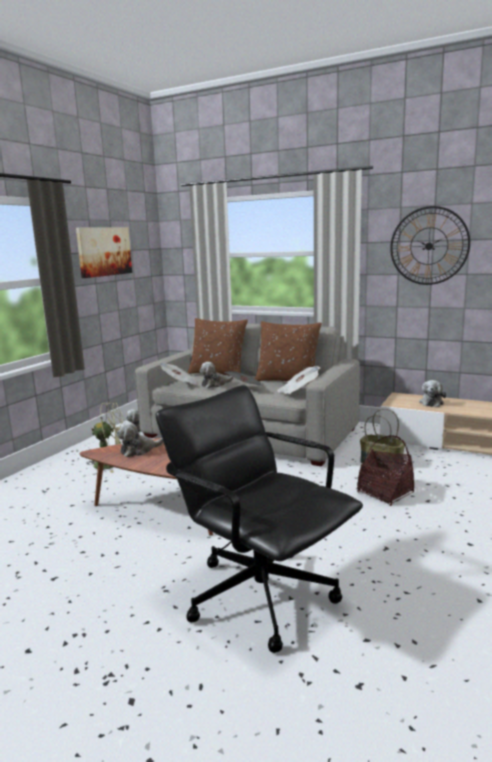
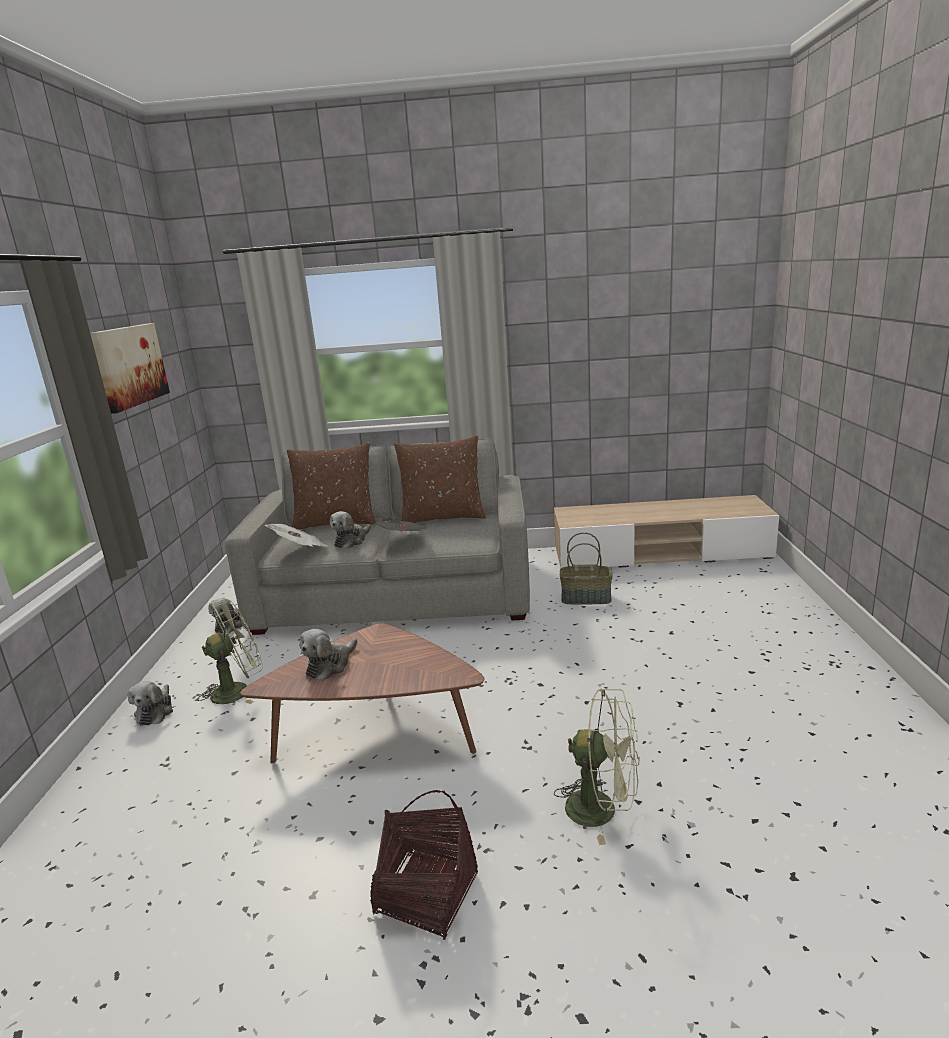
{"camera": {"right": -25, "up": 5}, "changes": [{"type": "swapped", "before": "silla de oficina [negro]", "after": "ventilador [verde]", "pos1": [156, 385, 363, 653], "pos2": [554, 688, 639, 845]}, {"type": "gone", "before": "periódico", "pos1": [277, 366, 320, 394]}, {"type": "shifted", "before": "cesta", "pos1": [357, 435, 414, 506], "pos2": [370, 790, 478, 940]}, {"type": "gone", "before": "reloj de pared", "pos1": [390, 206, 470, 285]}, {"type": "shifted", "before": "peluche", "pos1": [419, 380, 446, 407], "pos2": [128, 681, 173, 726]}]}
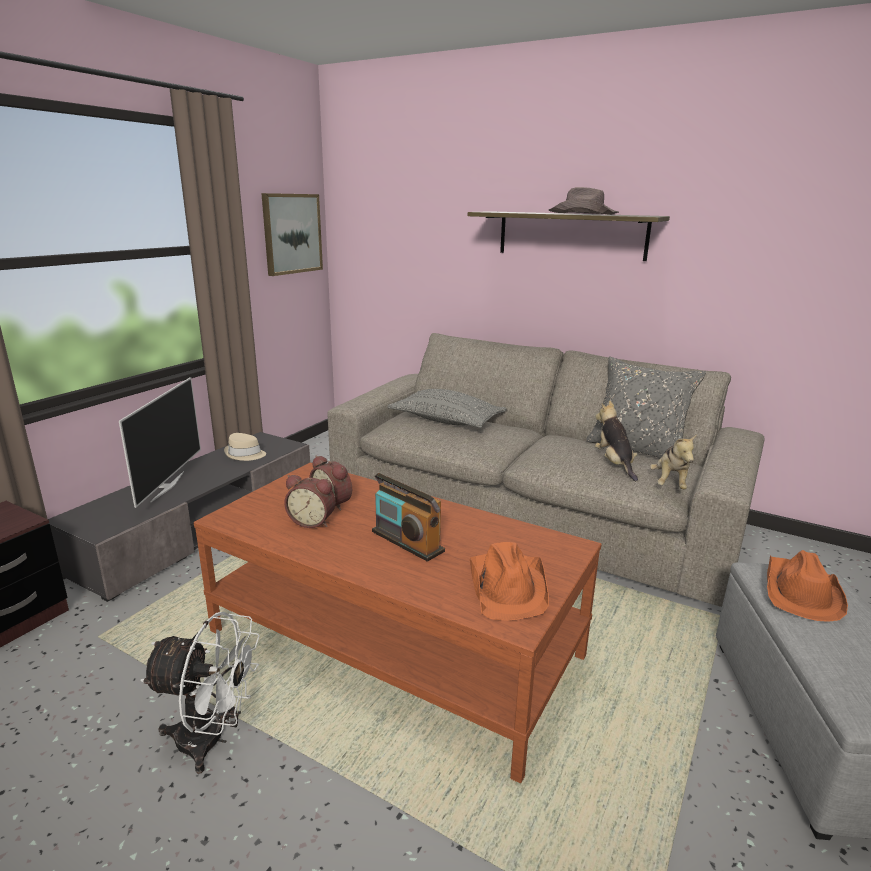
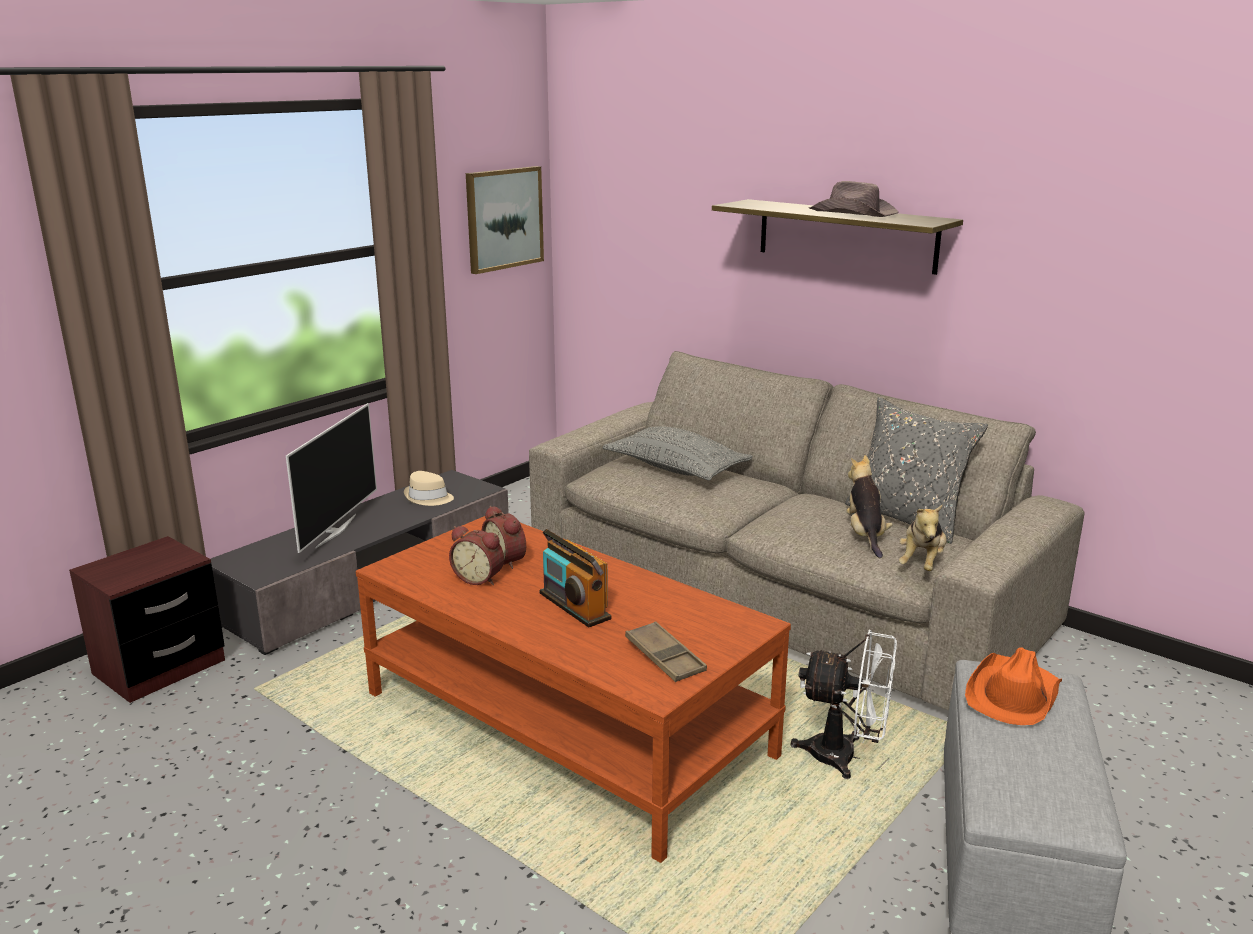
{"camera": {"right": 10, "up": 0}, "changes": [{"type": "shifted", "before": "ventilador [blanco]", "pos1": [140, 612, 260, 774], "pos2": [790, 630, 897, 779]}, {"type": "swapped", "before": "sombrero [naranja]", "after": "bandeja [marrón]", "pos1": [470, 542, 549, 620], "pos2": [625, 621, 707, 682]}]}
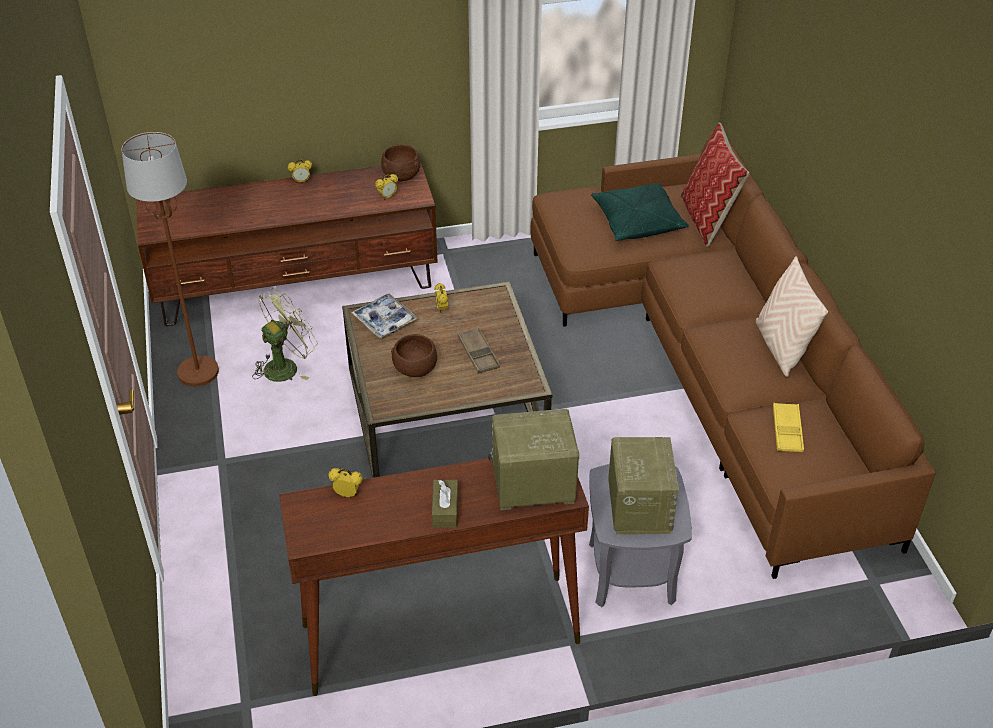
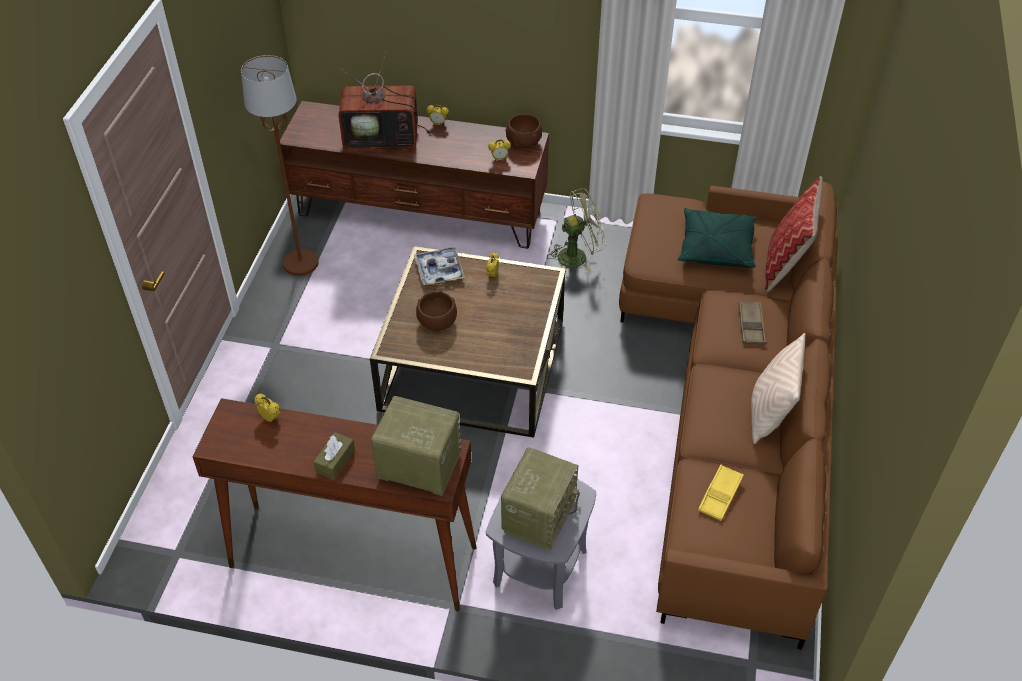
{"camera": {"right": 25, "up": 5}, "changes": [{"type": "shifted", "before": "ventilador [verde]", "pos1": [253, 288, 318, 382], "pos2": [547, 188, 606, 273]}, {"type": "shifted", "before": "bandeja [marrón]", "pos1": [458, 328, 500, 374], "pos2": [739, 301, 766, 344]}, {"type": "new", "after": "televisor", "pos2": [338, 51, 433, 151]}]}
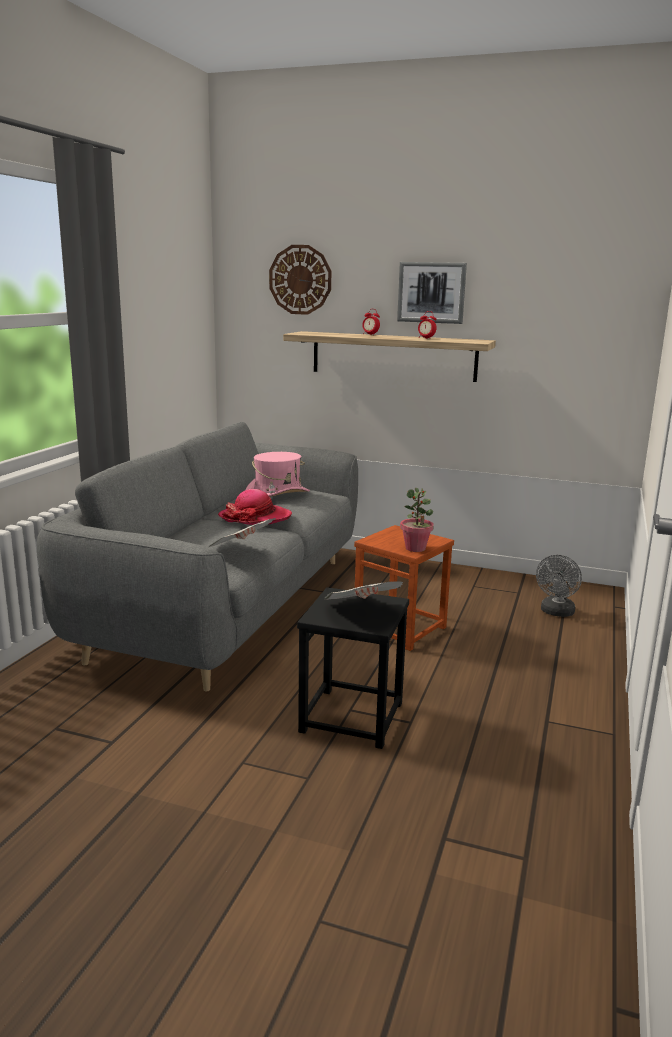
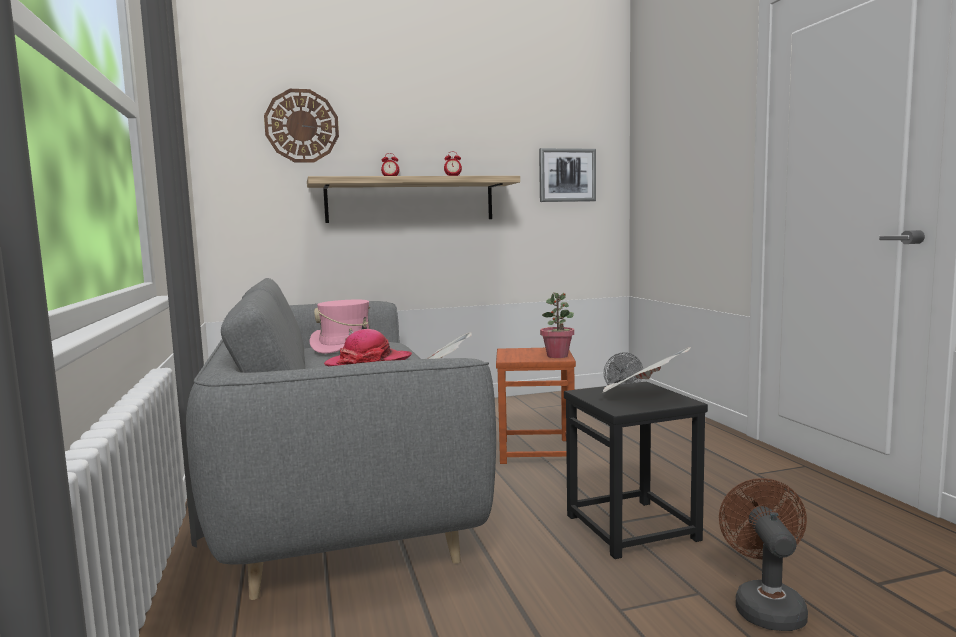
{"camera": {"right": -35, "up": -10}, "changes": [{"type": "shifted", "before": "cuadro", "pos1": [397, 262, 467, 324], "pos2": [539, 148, 596, 202]}, {"type": "new", "after": "ventilador [marrón]", "pos2": [719, 478, 808, 631]}]}
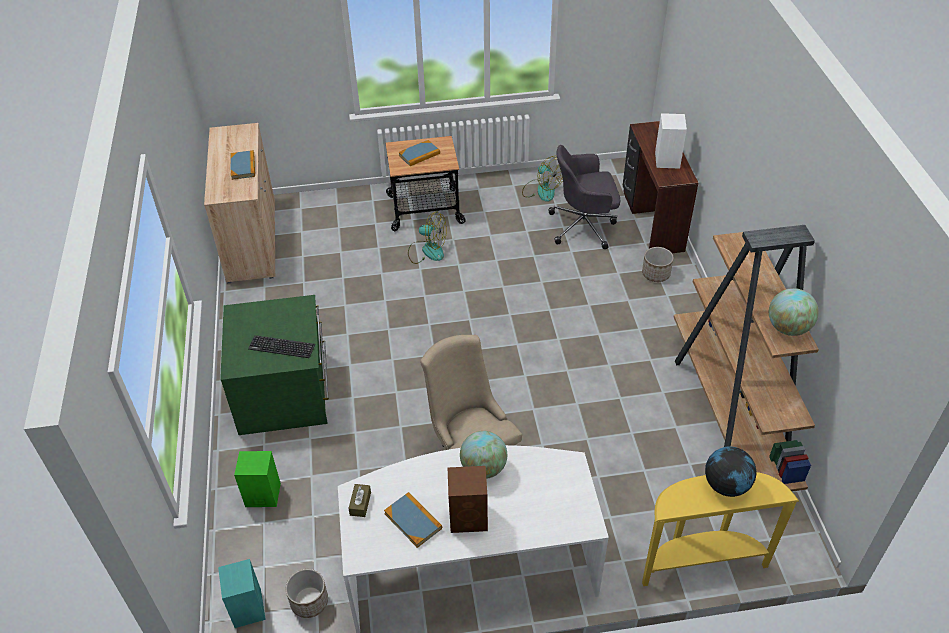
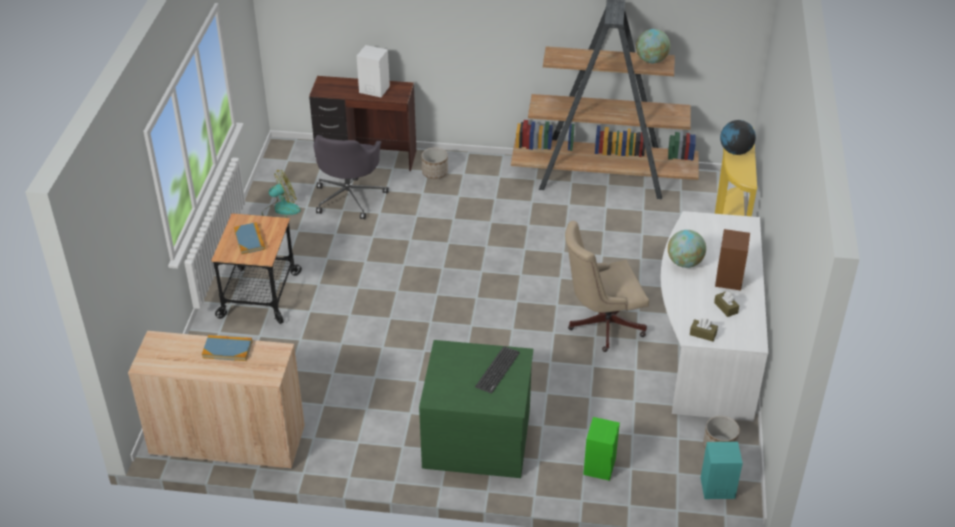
{"camera": {"right": -75, "up": -5}, "changes": [{"type": "swapped", "before": "libro", "after": "caja de pañuelos [marrón]", "pos1": [384, 492, 442, 548], "pos2": [714, 291, 739, 317]}, {"type": "gone", "before": "ventilador", "pos1": [408, 211, 447, 264]}]}
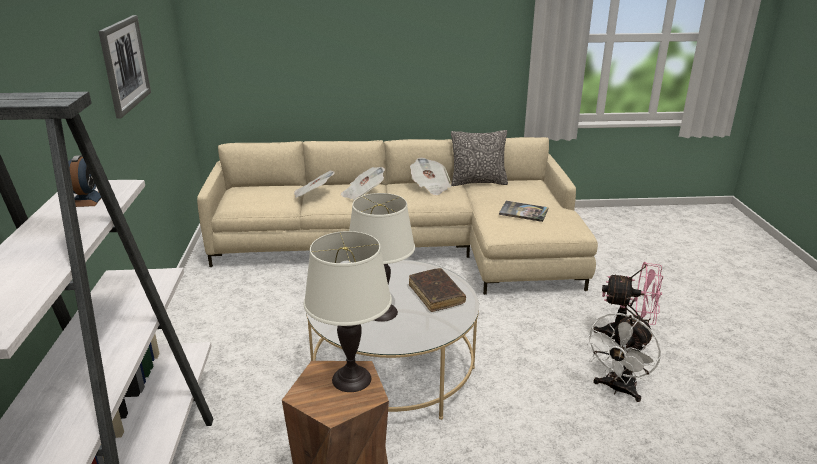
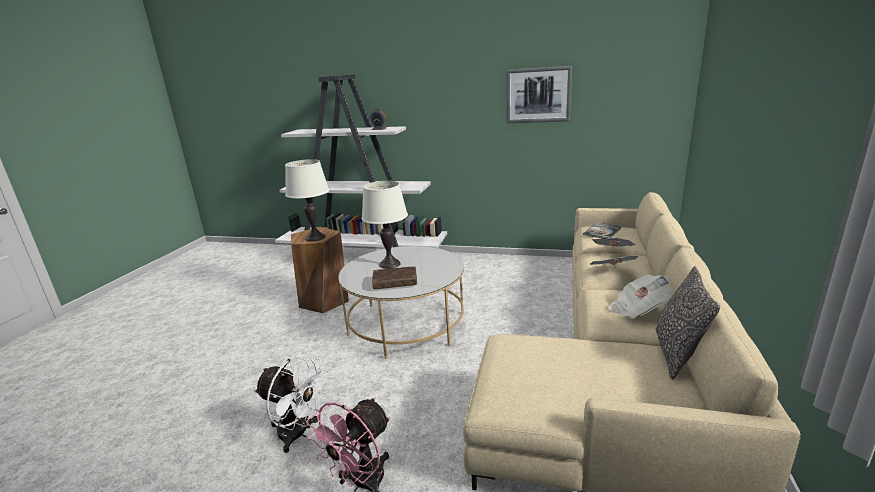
{"camera": {"right": 110, "up": -5}, "changes": [{"type": "shifted", "before": "libro", "pos1": [499, 201, 549, 222], "pos2": [583, 223, 622, 238]}, {"type": "rotated", "before": "ventilador [blanco]", "pos1": [584, 313, 661, 402], "pos2": [254, 354, 329, 453], "turn": 150}]}
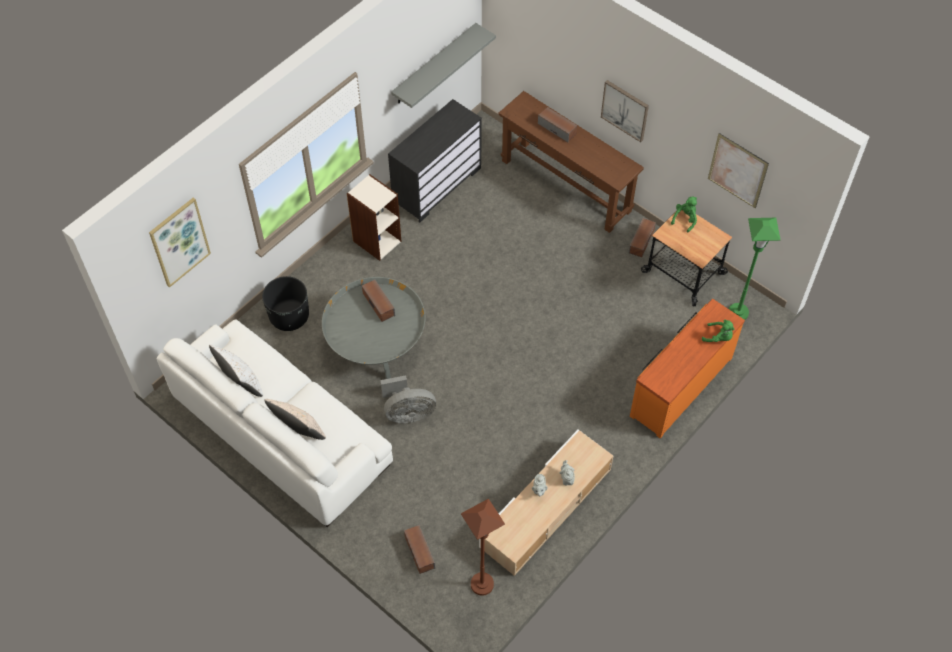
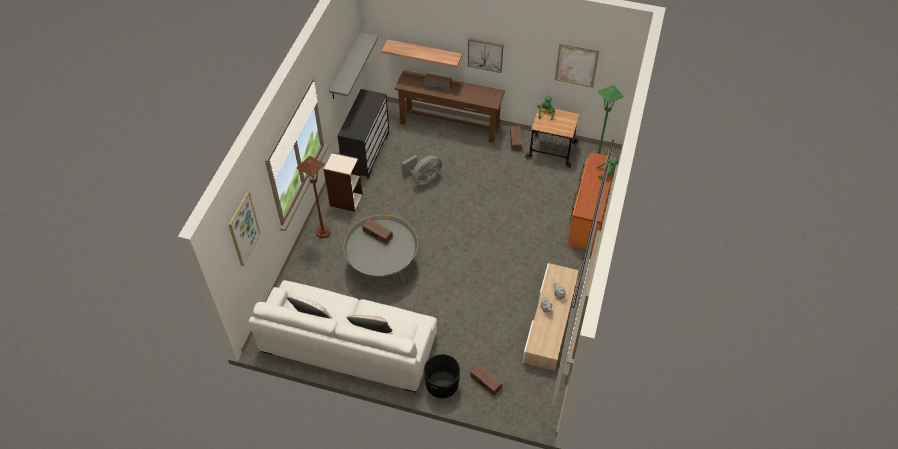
{"camera": {"right": -25, "up": -5}, "changes": [{"type": "shifted", "before": "maceta [negro]", "pos1": [262, 276, 309, 331], "pos2": [424, 354, 460, 398]}, {"type": "shifted", "before": "ventilador [gris]", "pos1": [380, 375, 436, 423], "pos2": [401, 155, 442, 185]}, {"type": "shifted", "before": "lámpara de pie [marrón]", "pos1": [461, 498, 505, 596], "pos2": [297, 156, 331, 238]}, {"type": "new", "after": "estante", "pos2": [382, 39, 462, 68]}]}
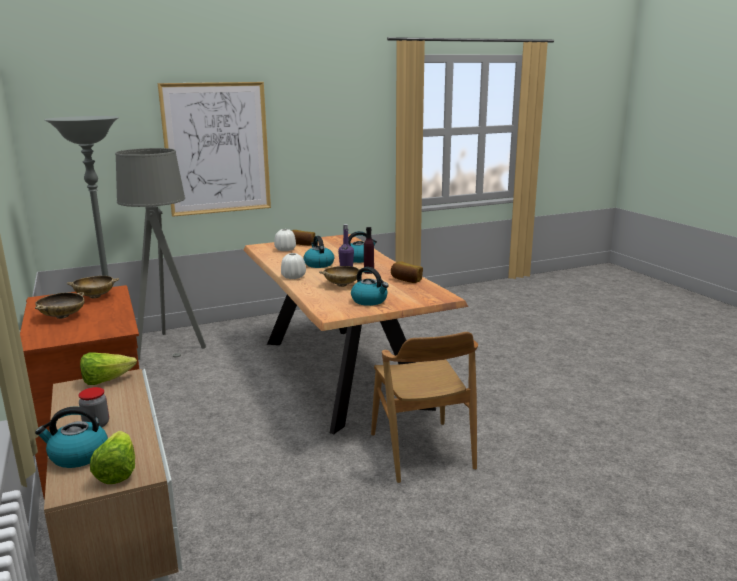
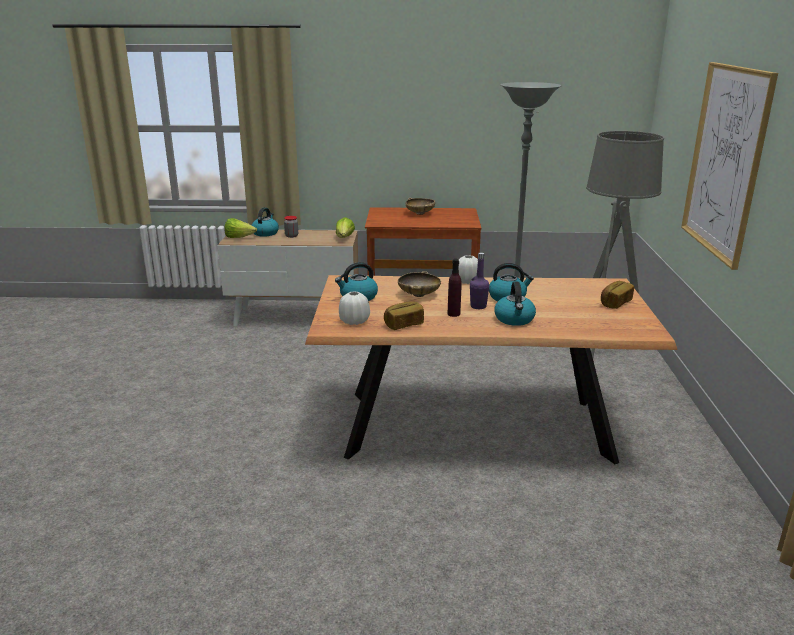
{"camera": {"right": 115, "up": 5}, "changes": [{"type": "gone", "before": "cuenco [beis]", "pos1": [67, 276, 119, 298]}, {"type": "shifted", "before": "florero [blanco]", "pos1": [274, 229, 296, 251], "pos2": [339, 291, 370, 325]}, {"type": "gone", "before": "silla [marrón]", "pos1": [371, 332, 478, 483]}]}
